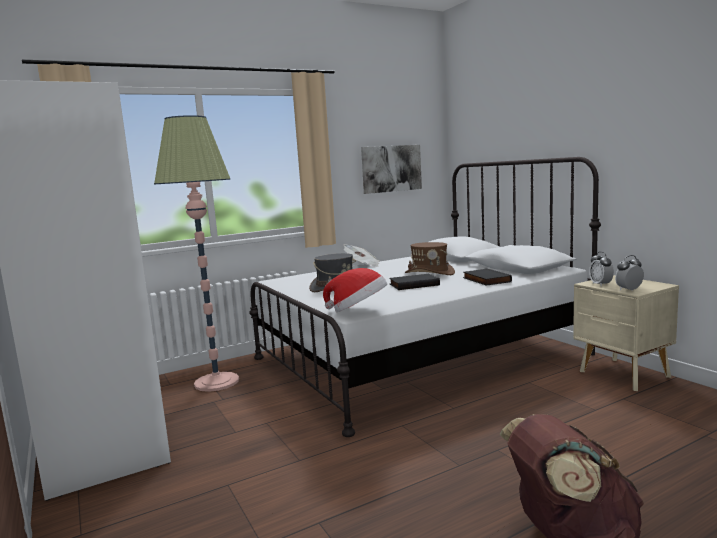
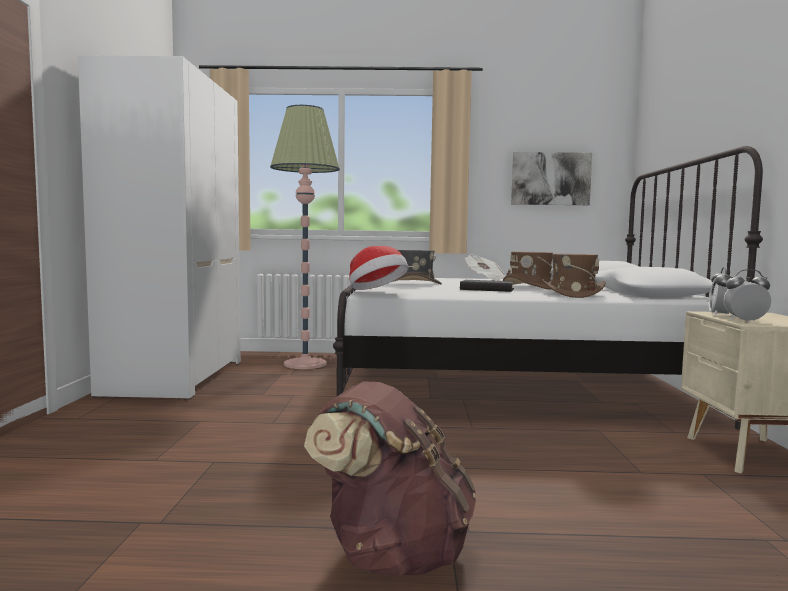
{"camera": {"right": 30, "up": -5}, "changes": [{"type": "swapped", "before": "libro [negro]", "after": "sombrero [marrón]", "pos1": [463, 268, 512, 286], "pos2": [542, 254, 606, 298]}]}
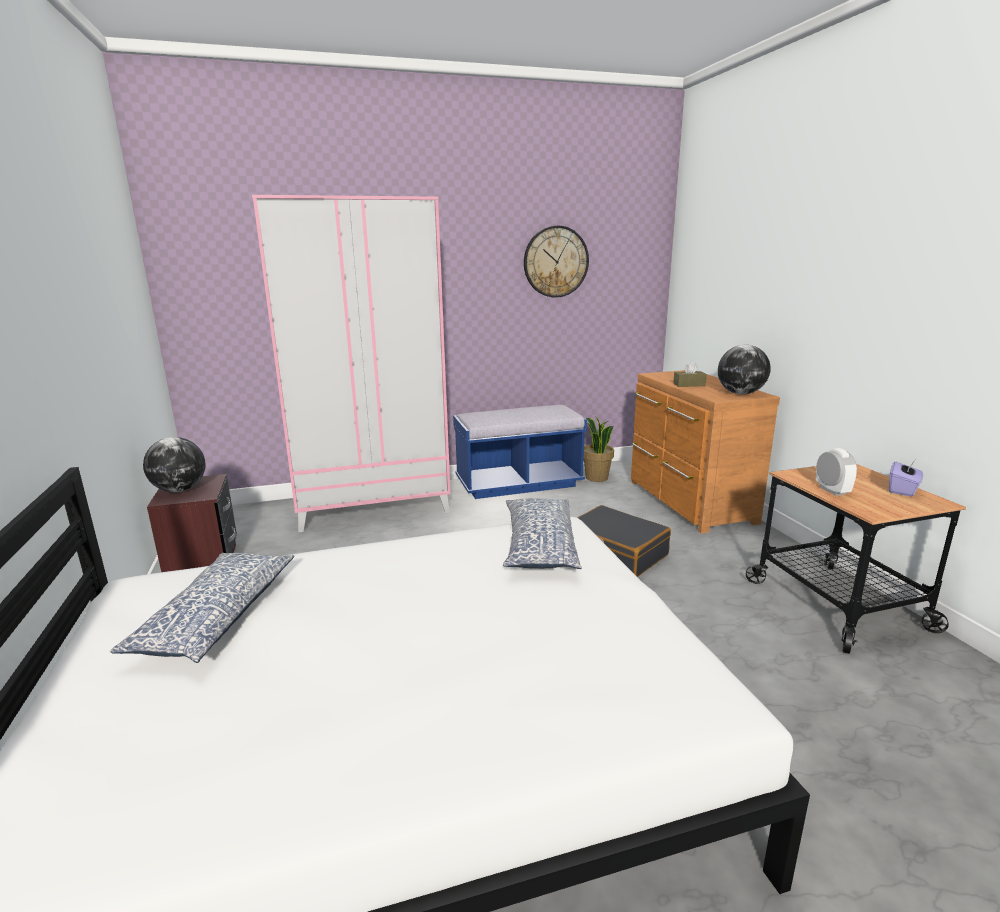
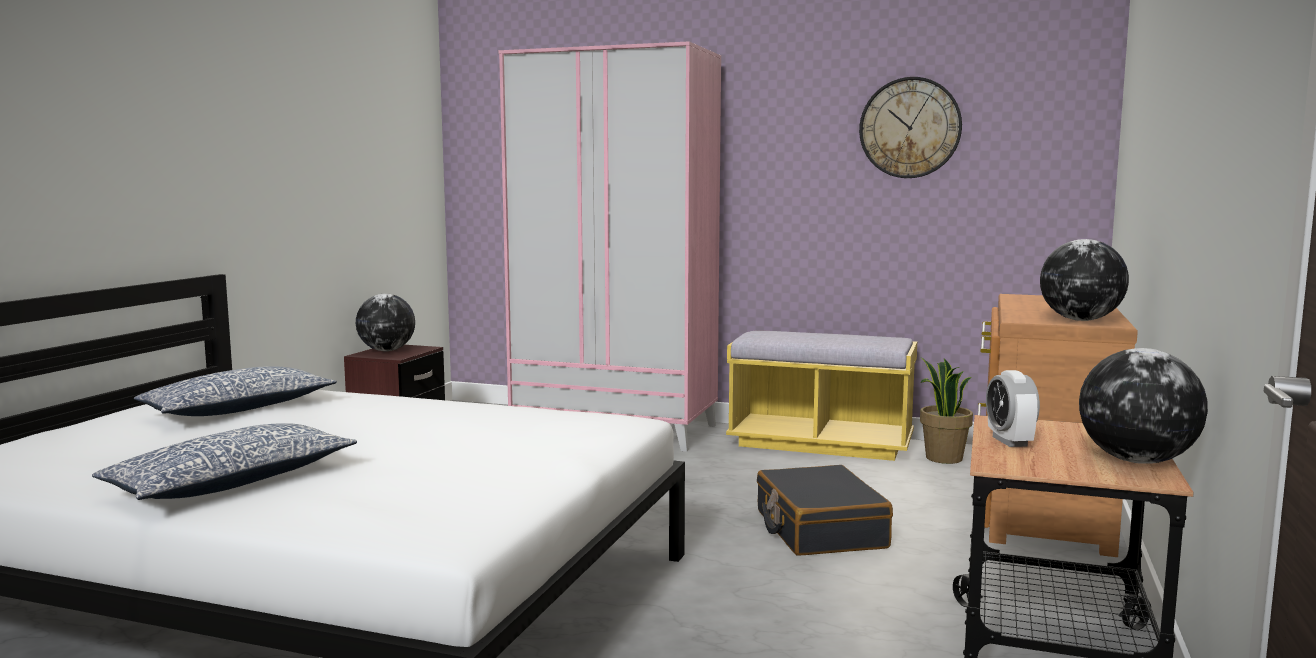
{"camera": {"right": 35, "up": -10}, "changes": [{"type": "repainted", "before": "banco [azul]", "after": "banco [amarillo]", "pos1": [453, 405, 587, 499], "pos2": [726, 331, 917, 461]}, {"type": "shifted", "before": "cojín", "pos1": [503, 498, 581, 569], "pos2": [92, 423, 357, 500]}, {"type": "gone", "before": "caja de pañuelos [marrón]", "pos1": [673, 361, 707, 387]}, {"type": "rotated", "before": "despertador", "pos1": [816, 448, 857, 496], "pos2": [986, 370, 1040, 447], "turn": 150}, {"type": "swapped", "before": "caja de pañuelos [morado]", "after": "globo terráqueo", "pos1": [889, 460, 923, 497], "pos2": [1079, 348, 1208, 464]}]}
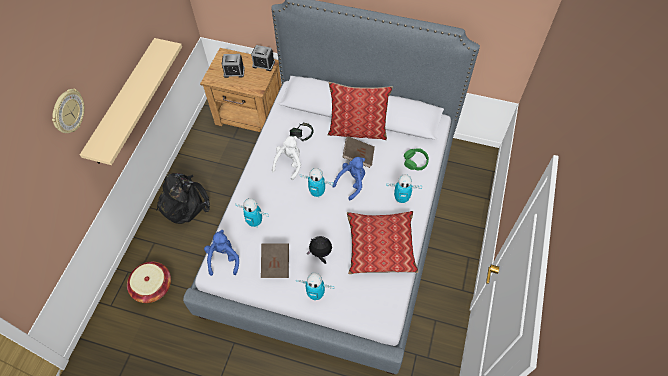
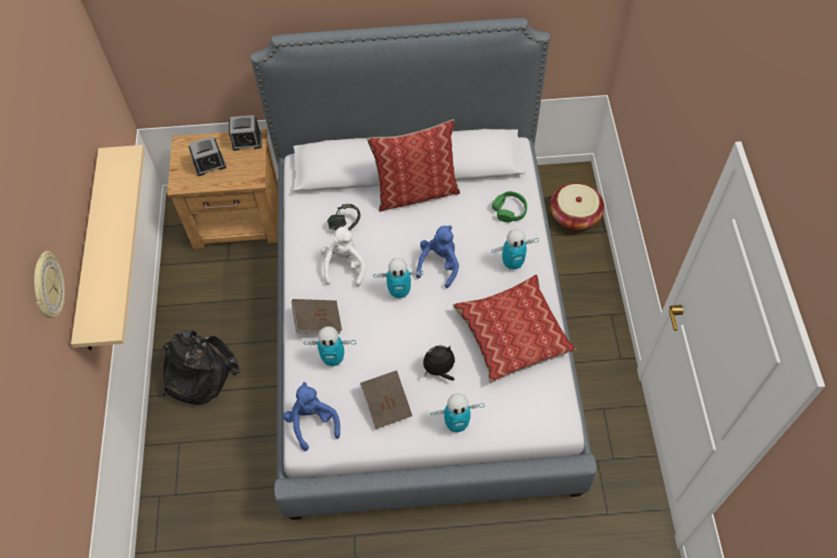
{"camera": {"right": -20, "up": 0}, "changes": [{"type": "shifted", "before": "cesta", "pos1": [127, 262, 171, 303], "pos2": [550, 183, 604, 230]}, {"type": "shifted", "before": "libro [marrón]", "pos1": [342, 136, 375, 168], "pos2": [292, 299, 342, 334]}]}
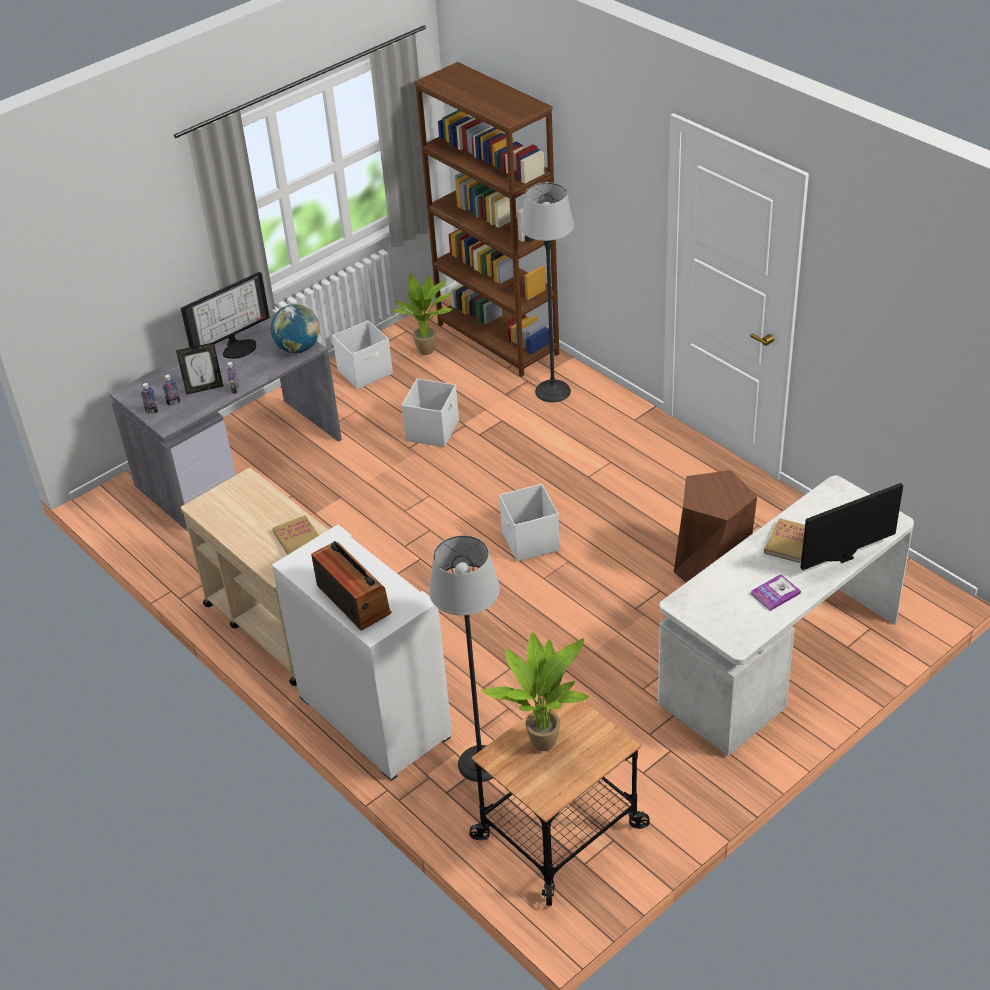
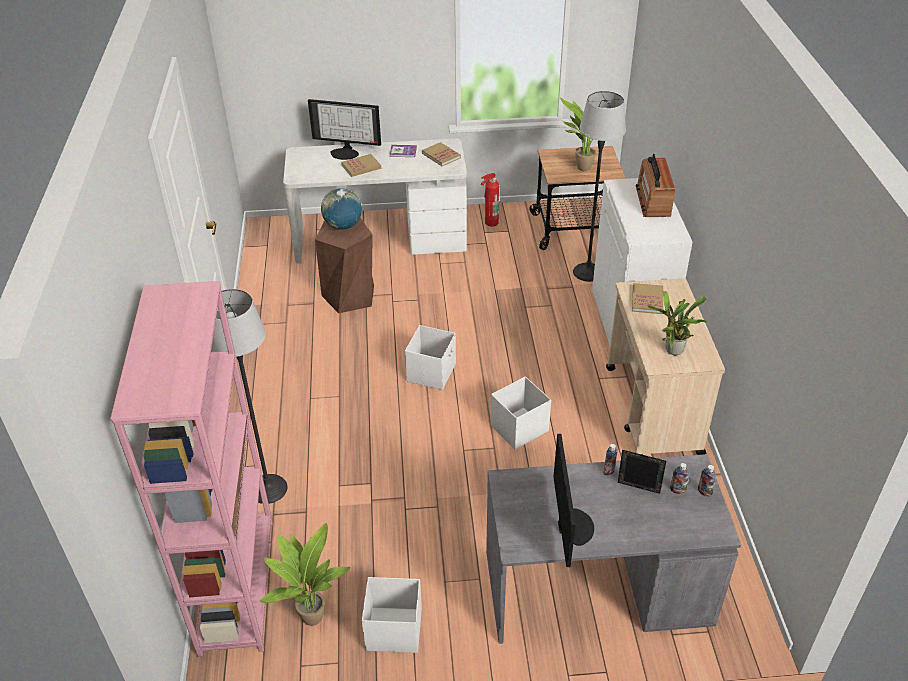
{"camera": {"right": -145, "up": 0}, "changes": [{"type": "rotated", "before": "monitor", "pos1": [181, 272, 270, 359], "pos2": [553, 434, 594, 567], "turn": 90}, {"type": "shifted", "before": "globo terráqueo", "pos1": [270, 304, 320, 353], "pos2": [321, 188, 362, 230]}, {"type": "shifted", "before": "caja de almacenaje [blanco]", "pos1": [401, 378, 459, 447], "pos2": [491, 377, 551, 449]}, {"type": "repainted", "before": "estantería [marrón]", "after": "estantería [rosa]", "pos1": [414, 62, 559, 377], "pos2": [110, 281, 273, 657]}, {"type": "new", "after": "libro", "pos2": [422, 142, 461, 166]}, {"type": "new", "after": "extintor", "pos2": [481, 173, 499, 227]}, {"type": "new", "after": "planta en maceta", "pos2": [647, 291, 708, 355]}]}
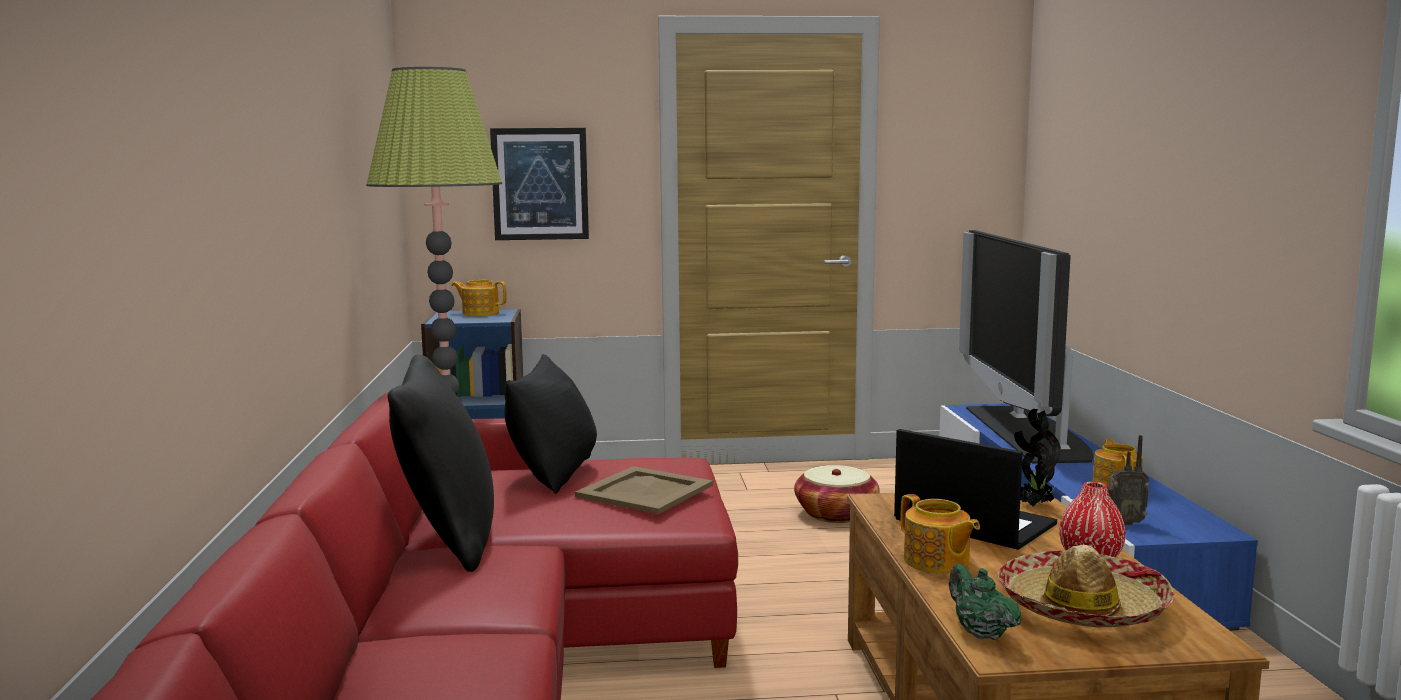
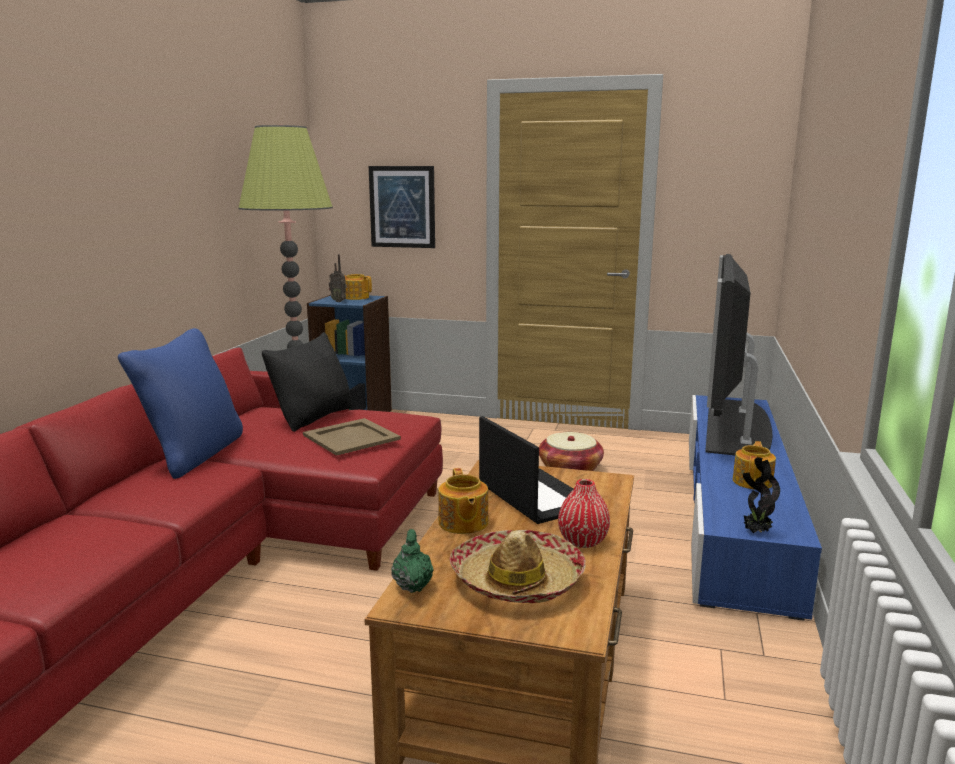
{"camera": {"right": 20, "up": 5}, "changes": [{"type": "repainted", "before": "cojín [negro]", "after": "cojín [azul]", "pos1": [387, 355, 494, 572], "pos2": [118, 328, 243, 479]}, {"type": "shifted", "before": "planta en maceta", "pos1": [1014, 409, 1061, 507], "pos2": [743, 457, 780, 533]}, {"type": "shifted", "before": "radio", "pos1": [1108, 435, 1149, 525], "pos2": [329, 254, 347, 302]}]}
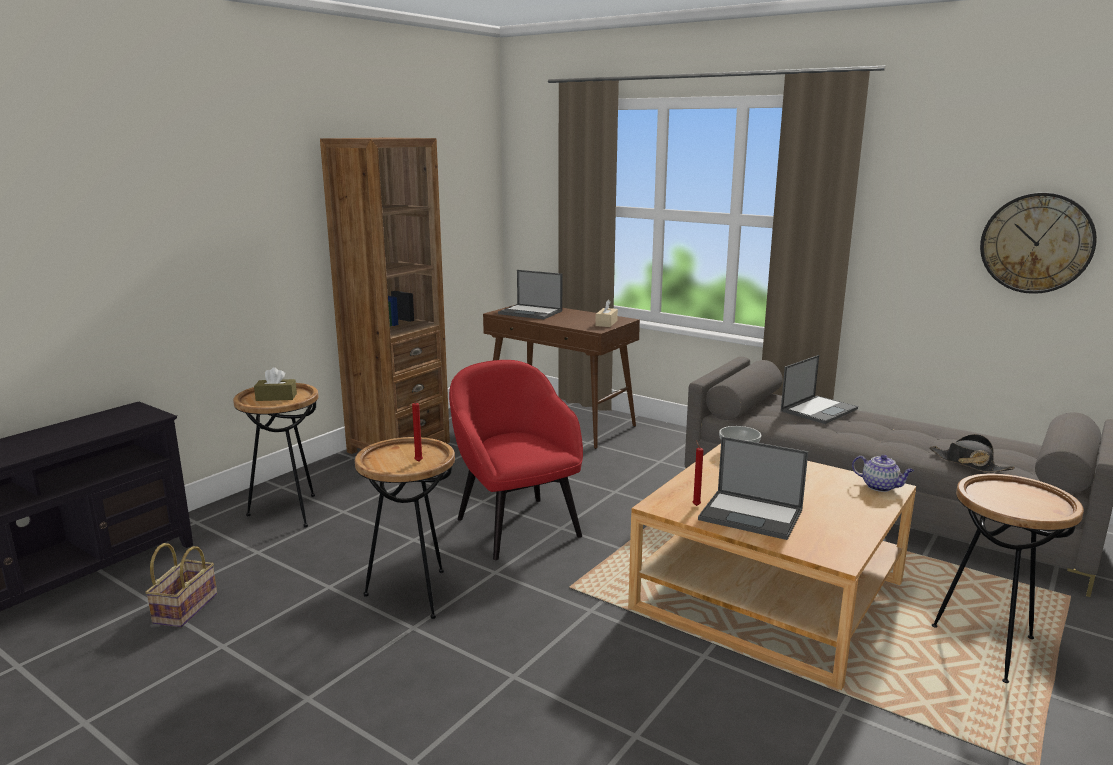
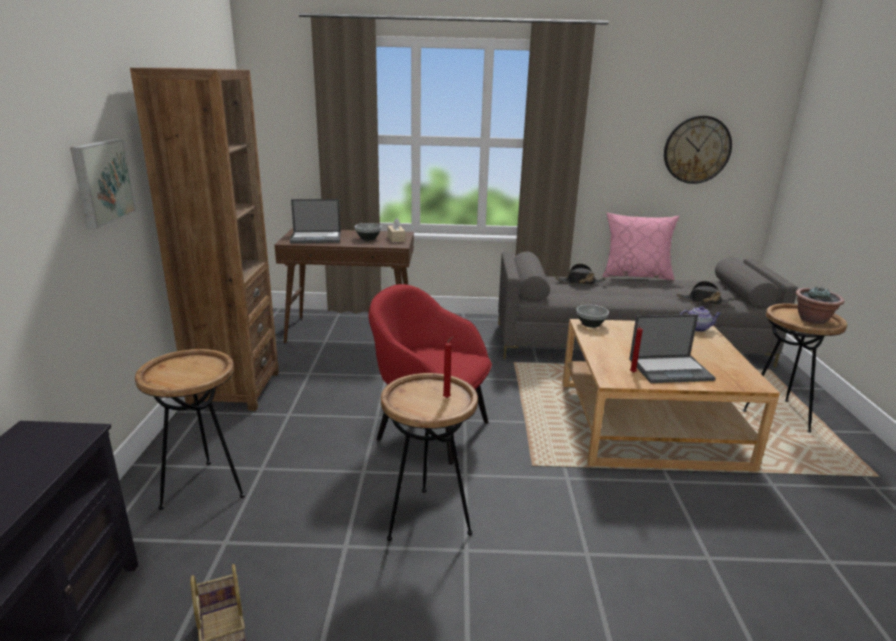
{"camera": {"right": -35, "up": 5}, "changes": [{"type": "gone", "before": "caja de pañuelos [marrón]", "pos1": [254, 367, 297, 401]}, {"type": "swapped", "before": "portátil", "after": "sombrero [negro]", "pos1": [781, 355, 858, 424], "pos2": [555, 264, 606, 285]}, {"type": "new", "after": "cuadro", "pos2": [70, 139, 136, 229]}, {"type": "new", "after": "cuenco", "pos2": [355, 223, 382, 240]}, {"type": "new", "after": "cojín [rosa]", "pos2": [602, 213, 679, 281]}, {"type": "new", "after": "planta en maceta", "pos2": [795, 287, 844, 324]}]}
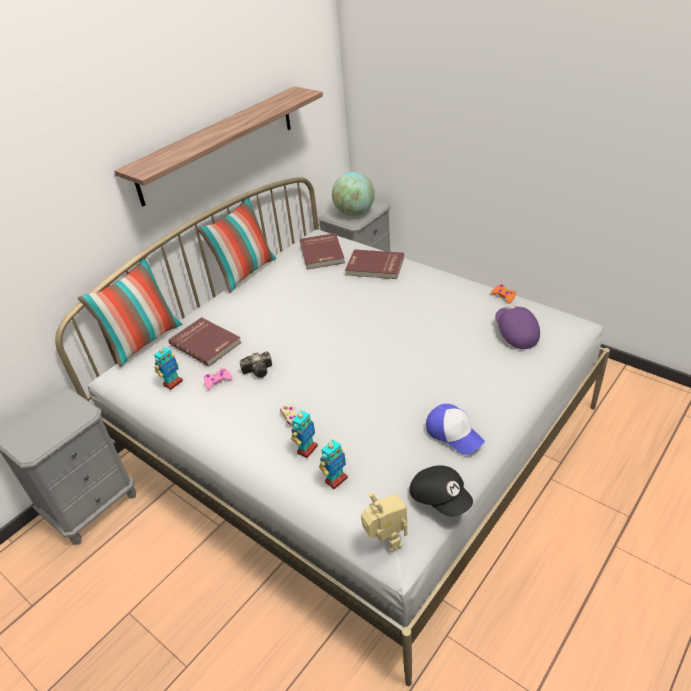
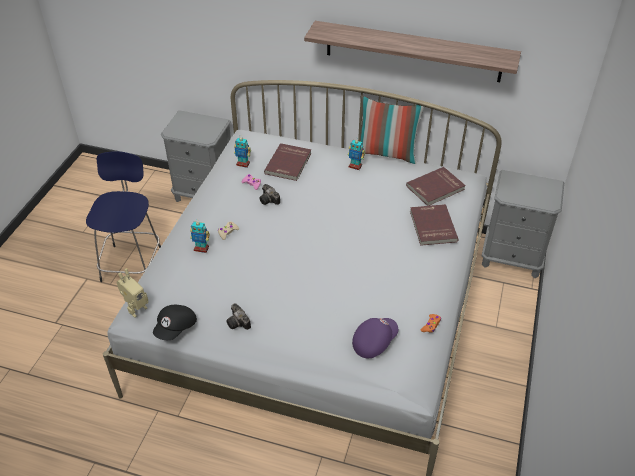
{"camera": {"right": 65, "up": 5}, "changes": [{"type": "gone", "before": "cojín", "pos1": [77, 256, 183, 367]}, {"type": "shifted", "before": "robot de juguete", "pos1": [319, 440, 348, 489], "pos2": [348, 139, 365, 170]}, {"type": "gone", "before": "globo terráqueo", "pos1": [332, 172, 375, 216]}, {"type": "swapped", "before": "gorra", "after": "cámara", "pos1": [426, 404, 485, 455], "pos2": [226, 303, 251, 330]}, {"type": "new", "after": "taburete [azul]", "pos2": [86, 151, 161, 282]}]}
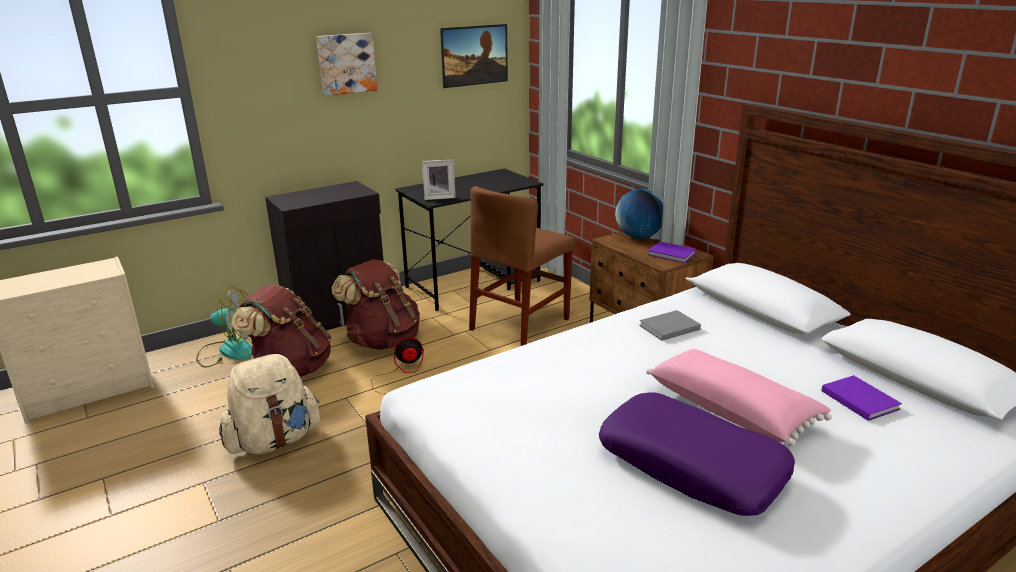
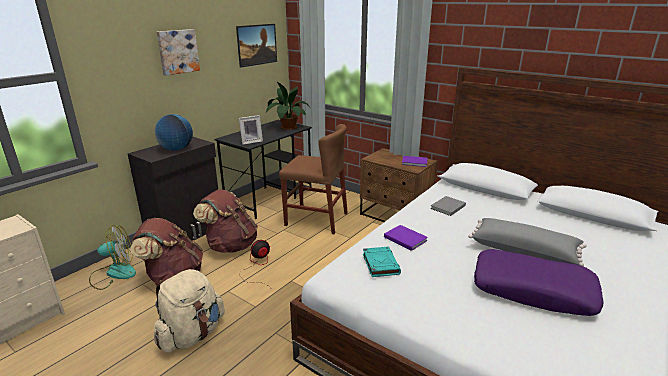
{"camera": {"right": -20, "up": 0}, "changes": [{"type": "rotated", "before": "silla [marrón]", "pos1": [469, 186, 576, 346], "pos2": [279, 124, 348, 234], "turn": -90}, {"type": "shifted", "before": "globo terráqueo", "pos1": [615, 189, 663, 238], "pos2": [155, 114, 193, 151]}, {"type": "repainted", "before": "cojín [rosa]", "after": "cojín [gris]", "pos1": [646, 349, 832, 446], "pos2": [468, 218, 587, 266]}, {"type": "shifted", "before": "libro [morado]", "pos1": [822, 375, 902, 421], "pos2": [384, 225, 428, 251]}, {"type": "new", "after": "planta en maceta", "pos2": [266, 82, 311, 130]}, {"type": "new", "after": "libro [turquesa]", "pos2": [363, 247, 401, 277]}]}
